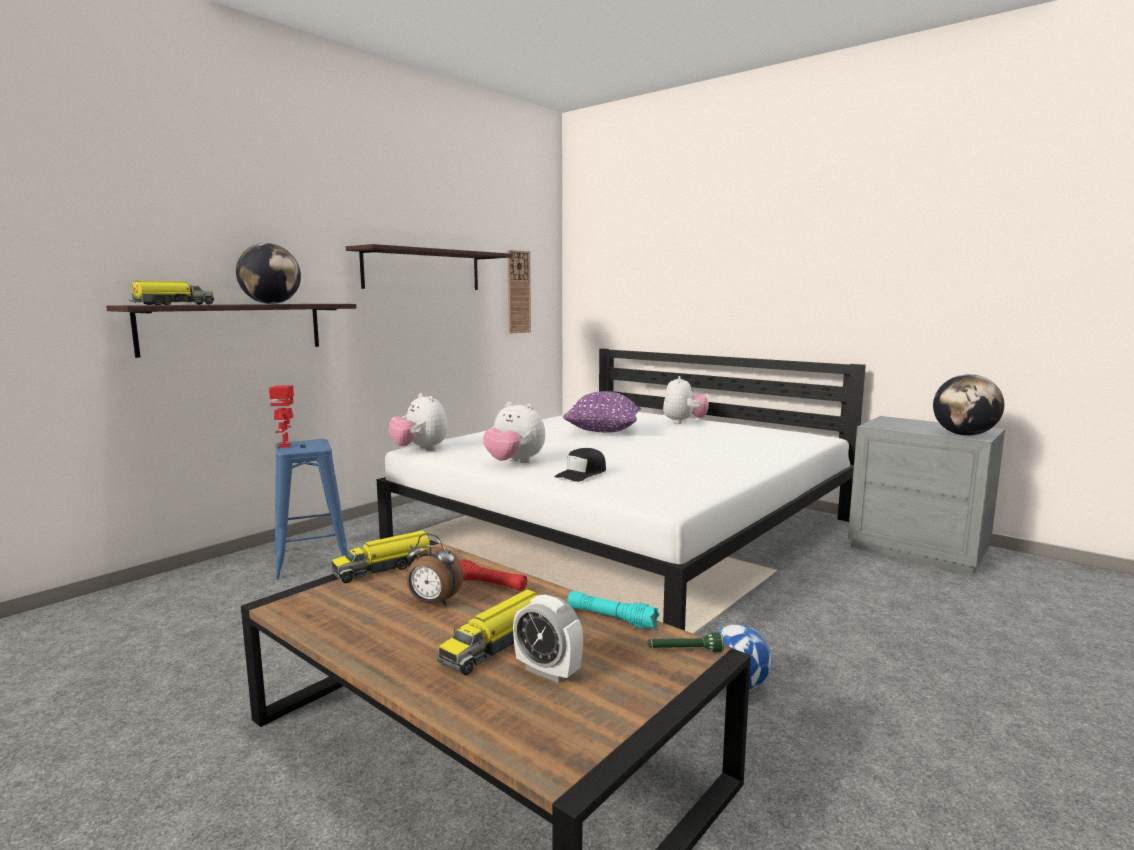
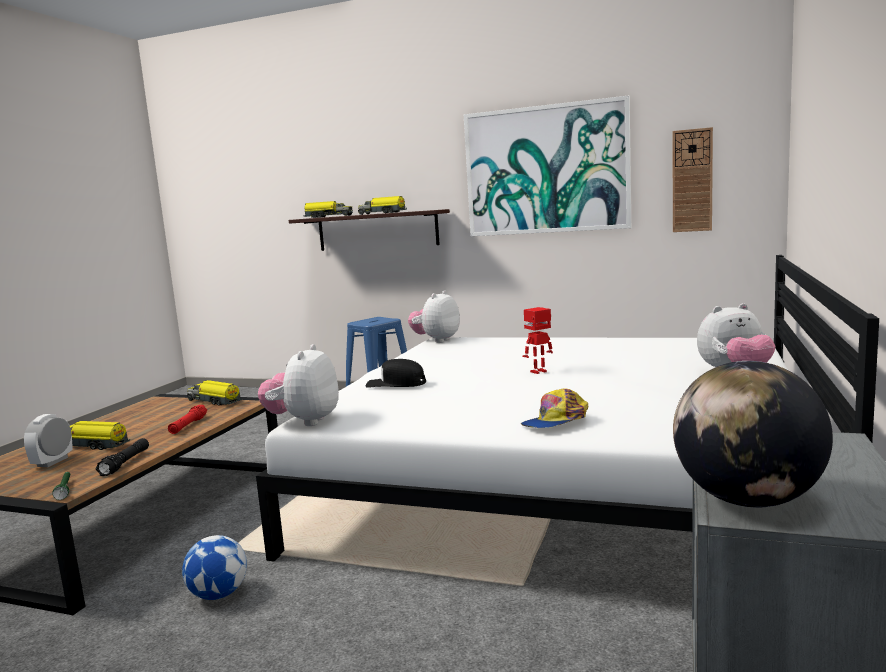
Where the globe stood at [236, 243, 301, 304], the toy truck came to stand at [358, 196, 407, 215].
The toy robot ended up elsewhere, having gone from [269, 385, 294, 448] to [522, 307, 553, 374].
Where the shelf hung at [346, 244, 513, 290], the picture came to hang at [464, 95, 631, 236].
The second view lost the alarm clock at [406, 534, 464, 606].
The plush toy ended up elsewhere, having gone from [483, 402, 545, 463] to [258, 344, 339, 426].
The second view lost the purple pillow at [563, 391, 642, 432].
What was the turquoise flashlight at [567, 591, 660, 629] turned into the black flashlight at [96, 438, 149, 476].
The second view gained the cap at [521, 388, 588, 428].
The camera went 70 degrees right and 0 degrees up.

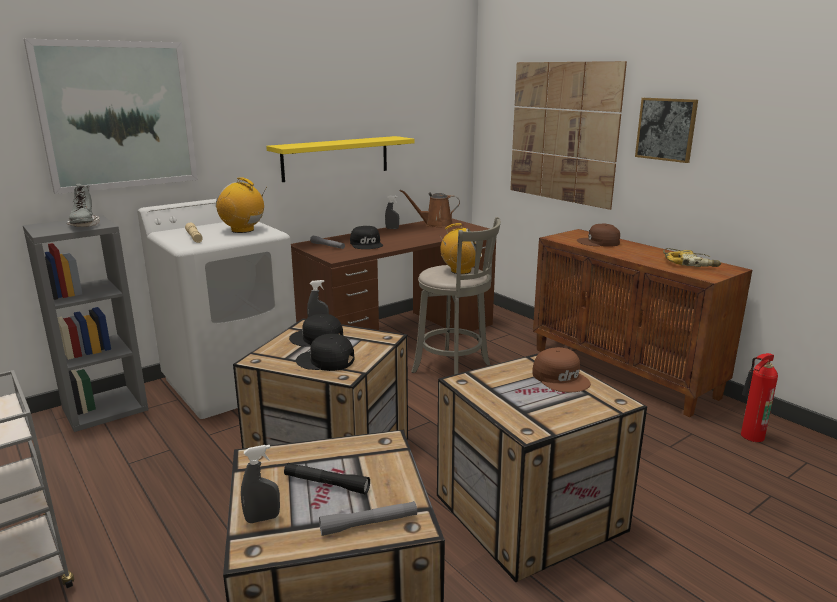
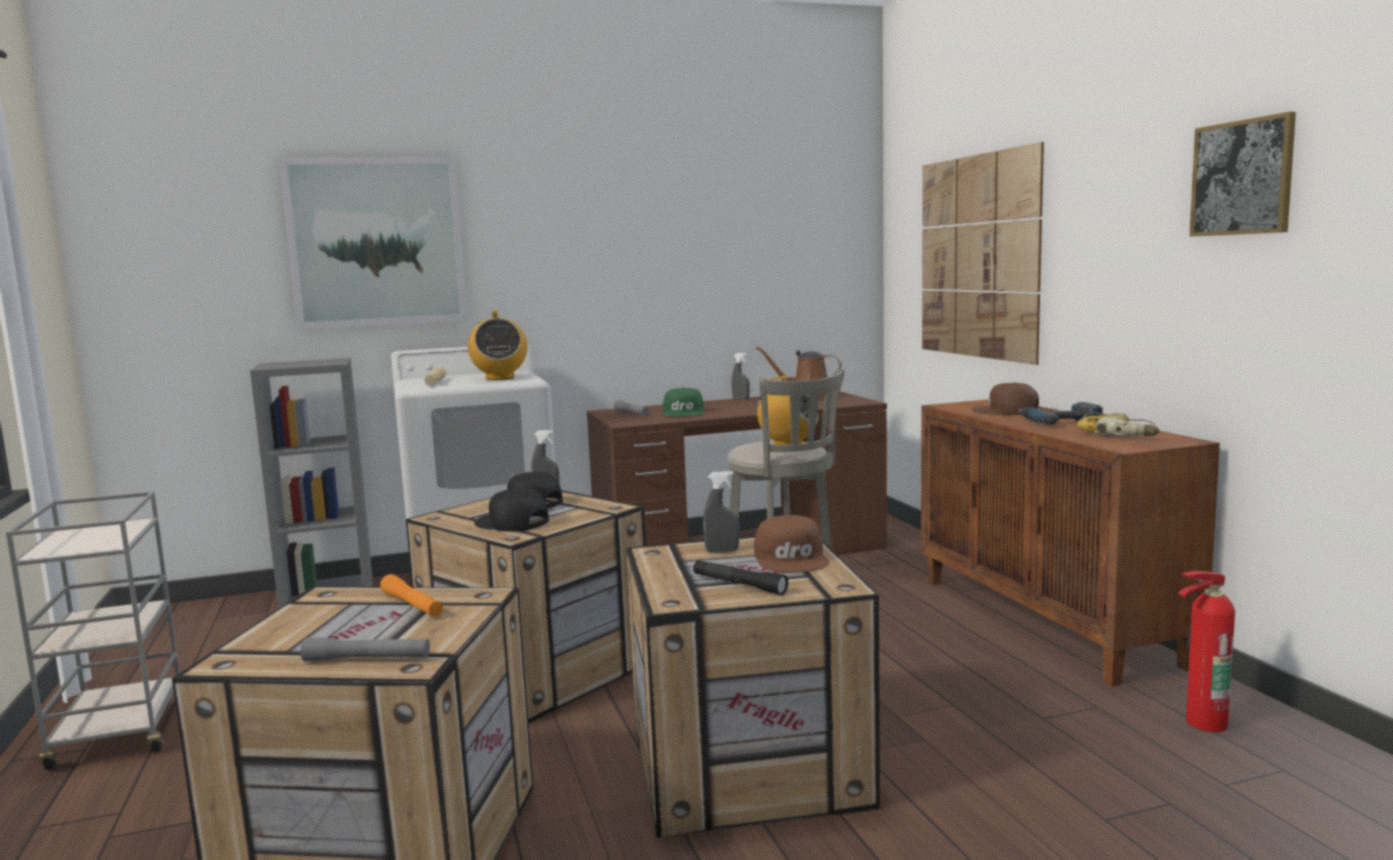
The second view lost the grey boot at [67, 184, 100, 227].
The radio at [216, 177, 265, 233] ended up facing another way, 150 degrees counterclockwise from before.
The grey spray bottle ended up elsewhere, having gone from [241, 445, 280, 523] to [703, 471, 740, 553].
The second view lost the yellow shelf at [266, 136, 415, 182].
The black flashlight ended up elsewhere, having gone from [284, 463, 370, 494] to [693, 560, 788, 595].
What was the black cap at [350, 226, 383, 249] turned into the green cap at [663, 387, 704, 416].
The picture ended up elsewhere, having gone from [635, 98, 698, 163] to [1190, 112, 1296, 237].
The second view gained the orange flashlight at [380, 574, 443, 617].
The second view gained the power drill at [1019, 402, 1103, 425].
The camera went 20 degrees right and 10 degrees down.

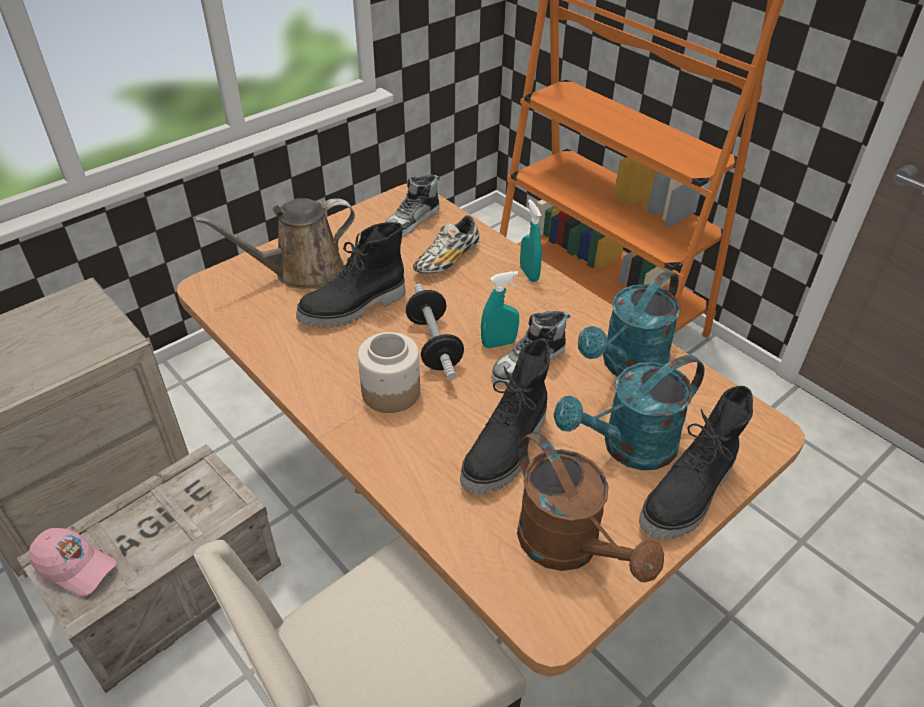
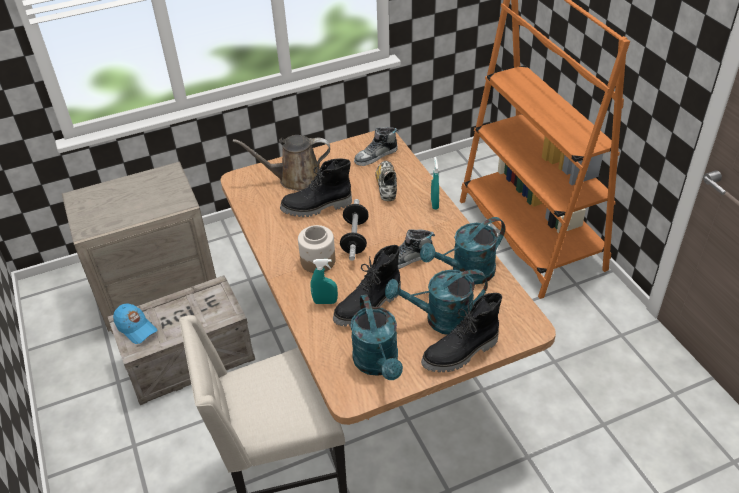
What was the pink cap at [29, 528, 116, 596] turned into the blue cap at [113, 303, 157, 344].
The shoe at [413, 216, 480, 274] ended up facing another way, 120 degrees clockwise from before.
The turquoise spray bottle ended up elsewhere, having gone from [481, 271, 519, 348] to [310, 259, 338, 304].
What was the brown watering can at [517, 432, 664, 583] turned into the turquoise watering can at [350, 294, 403, 380].
The camera went 20 degrees right and 0 degrees up.

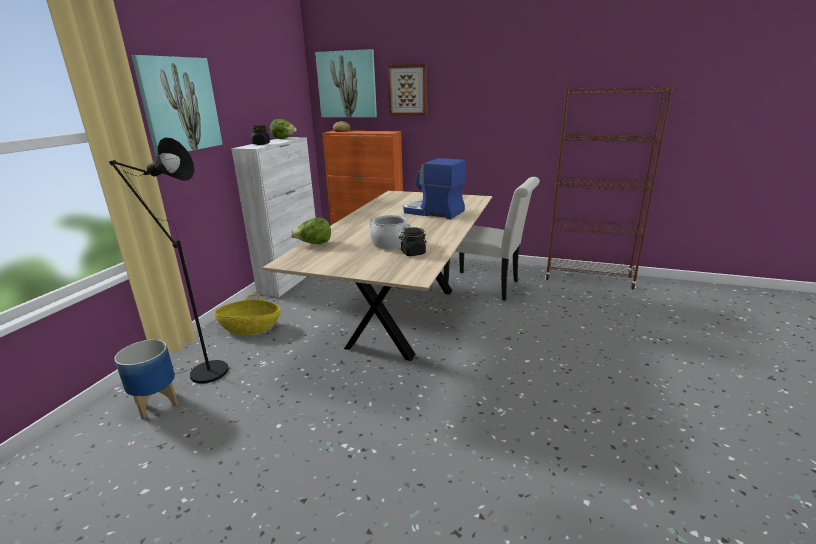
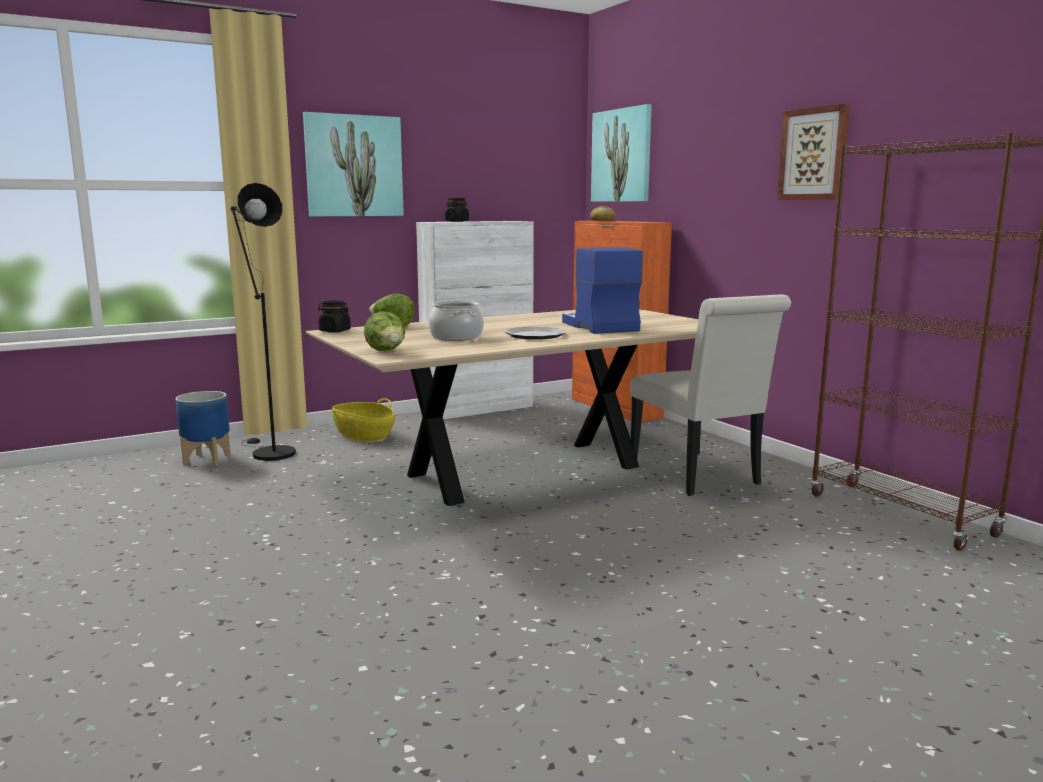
The lettuce ended up elsewhere, having gone from [270, 119, 297, 139] to [364, 311, 405, 351].
The picture ended up elsewhere, having gone from [387, 64, 427, 116] to [777, 104, 850, 200].
The black jar ended up elsewhere, having gone from [399, 227, 427, 256] to [318, 300, 351, 333].
The second view gained the plate at [505, 326, 566, 340].
The camera went 40 degrees right and 10 degrees down.

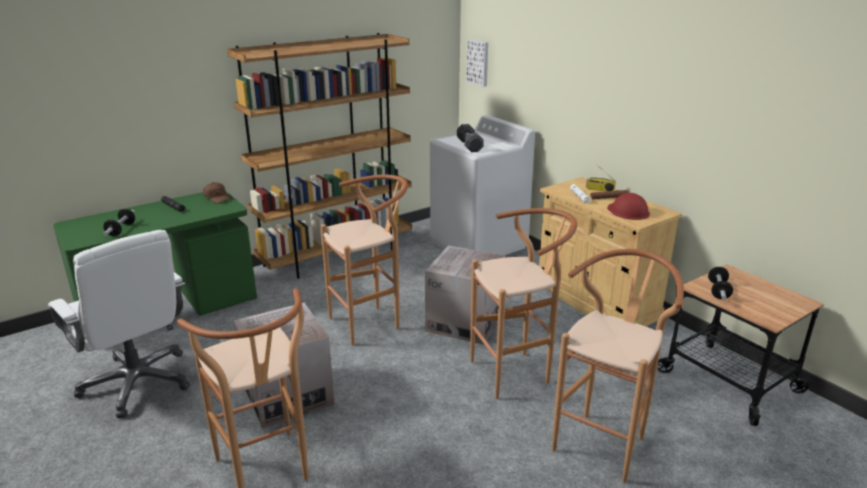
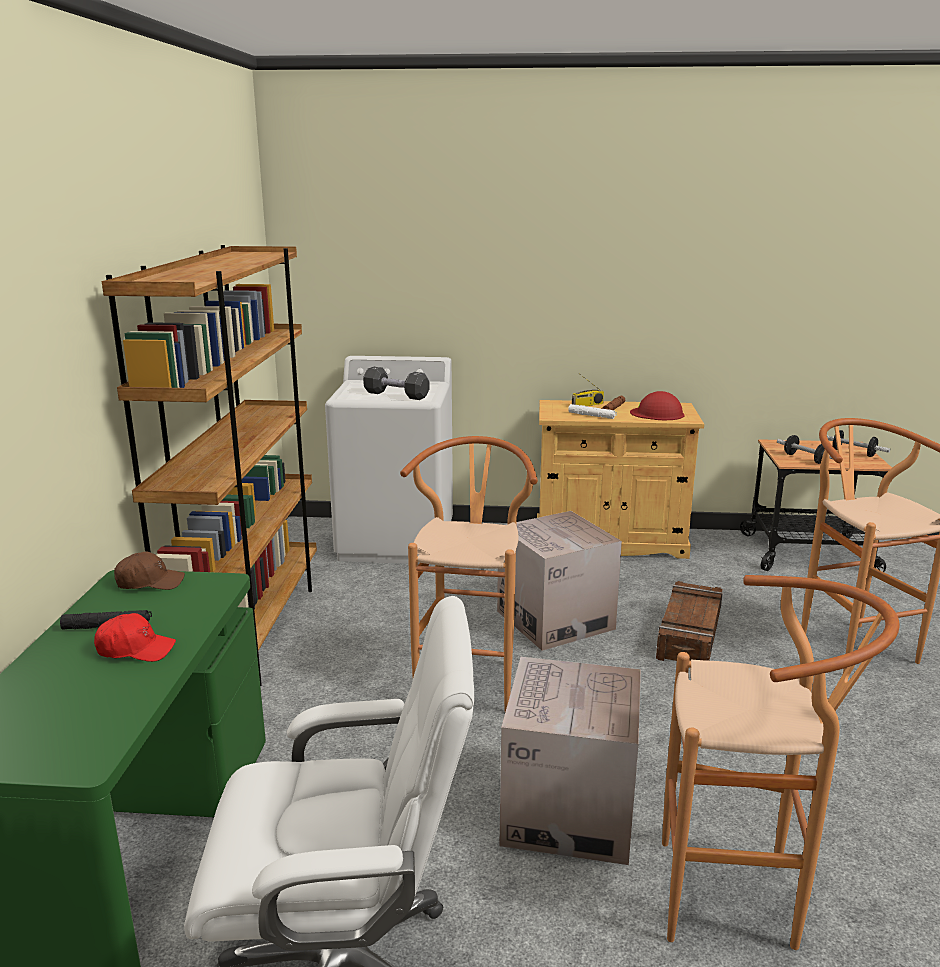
The dumbbell ended up elsewhere, having gone from [103, 209, 135, 236] to [827, 430, 890, 457].
The second view lost the picture at [466, 39, 488, 87].
Where the brown stool stood at [470, 208, 577, 399], the crate came to stand at [656, 581, 723, 661].
The second view gained the red cap at [94, 613, 176, 662].
The camera went 50 degrees left and 5 degrees down.

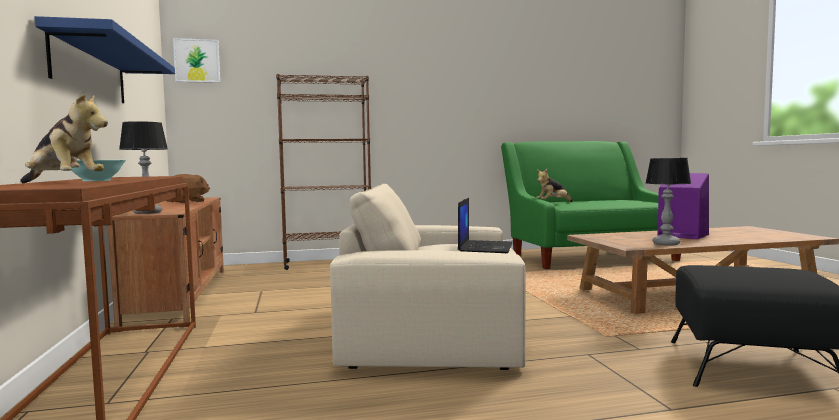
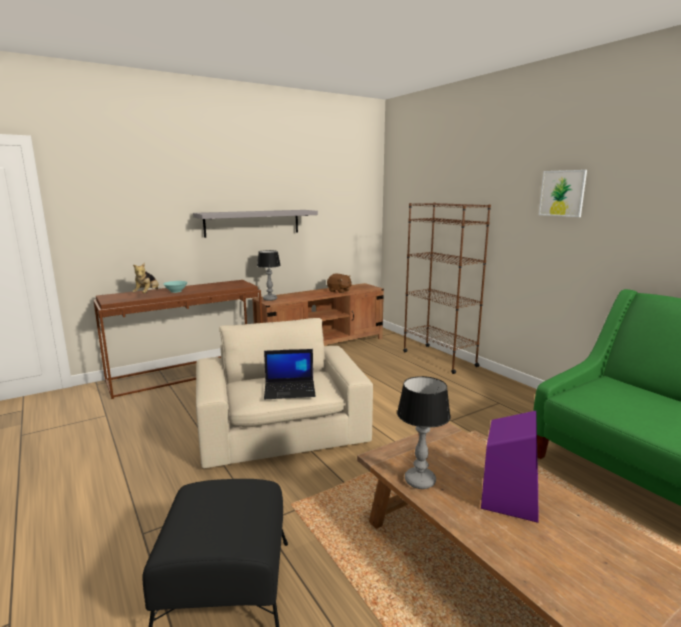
What was the blue shelf at [35, 16, 175, 103] turned into the grey shelf at [193, 210, 318, 238].
The picture ended up elsewhere, having gone from [173, 38, 220, 83] to [539, 170, 587, 217].
The second view lost the plush toy at [536, 169, 573, 202].
The camera went 70 degrees right and 10 degrees up.

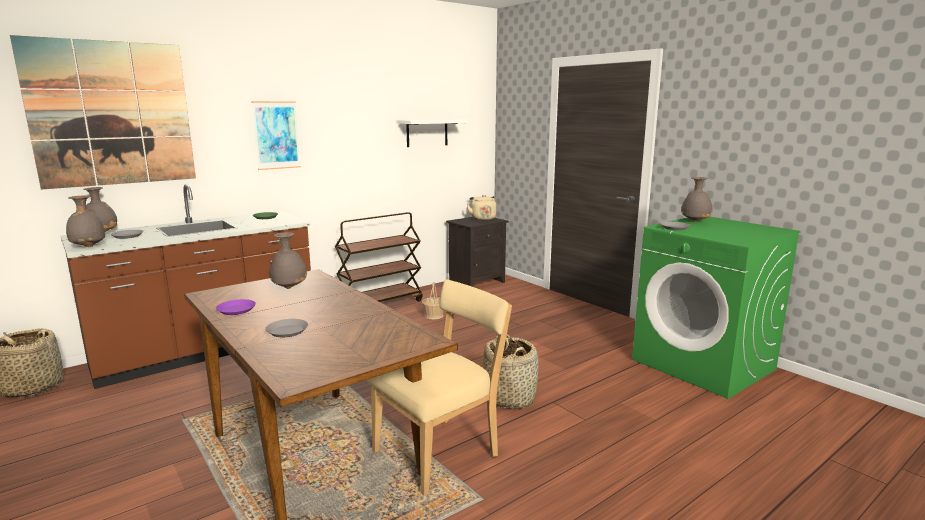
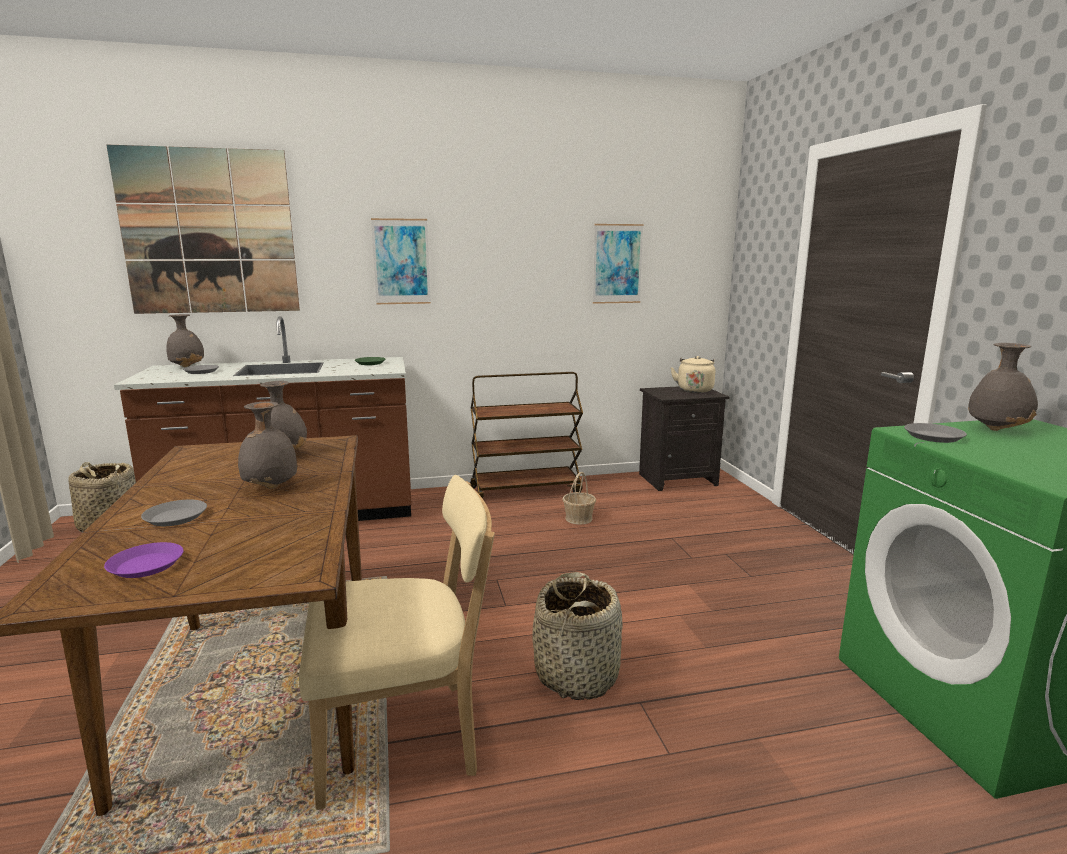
The grey vase ended up elsewhere, having gone from [66, 195, 105, 247] to [238, 401, 298, 489].
The purple plate ended up elsewhere, having gone from [216, 299, 256, 315] to [104, 542, 184, 578].
Where the white shelf hung at [398, 119, 468, 147], the picture came to hang at [593, 224, 644, 304].
The camera went 25 degrees right and 0 degrees up.

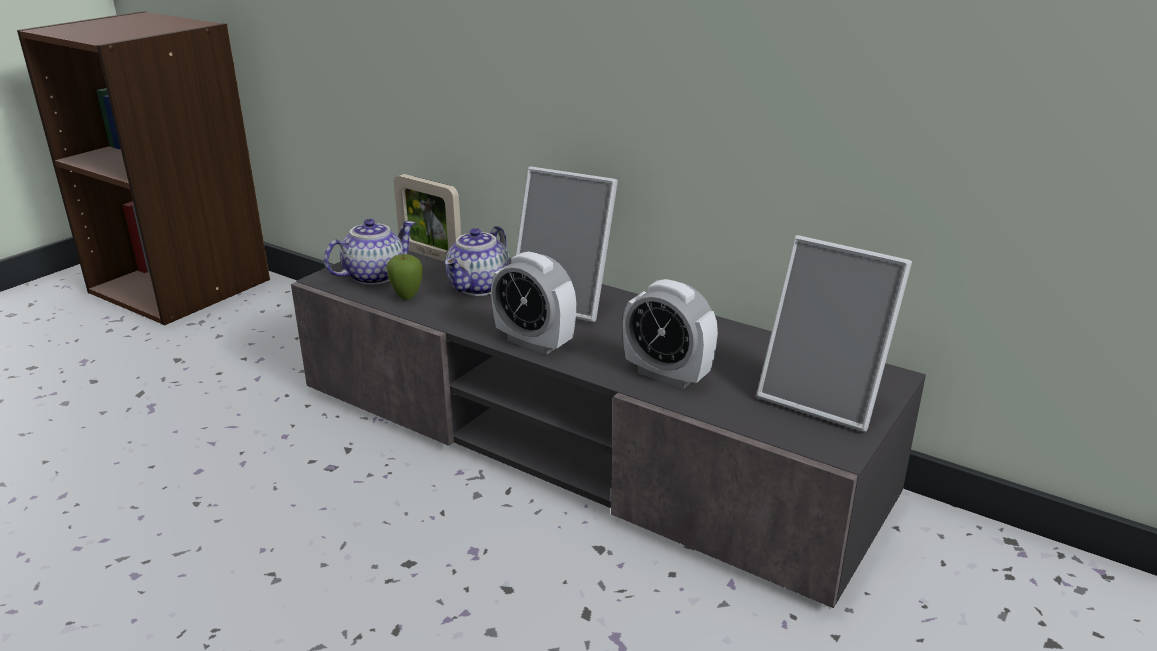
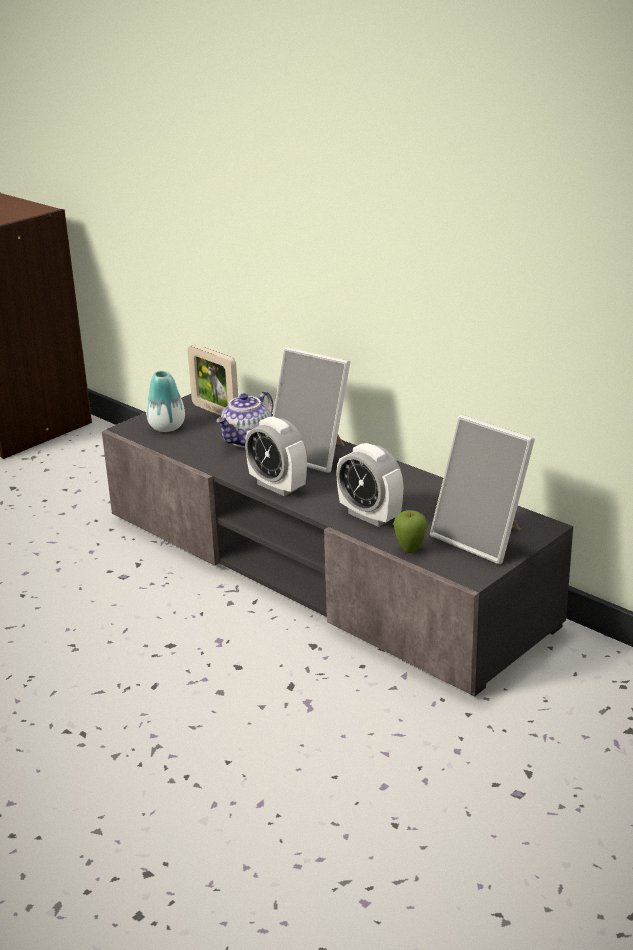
Where the teapot stood at [324, 219, 415, 285], the vase came to stand at [146, 371, 185, 432].
The apple ended up elsewhere, having gone from [386, 254, 423, 300] to [393, 510, 428, 553].
The camera went 10 degrees right and 0 degrees up.

